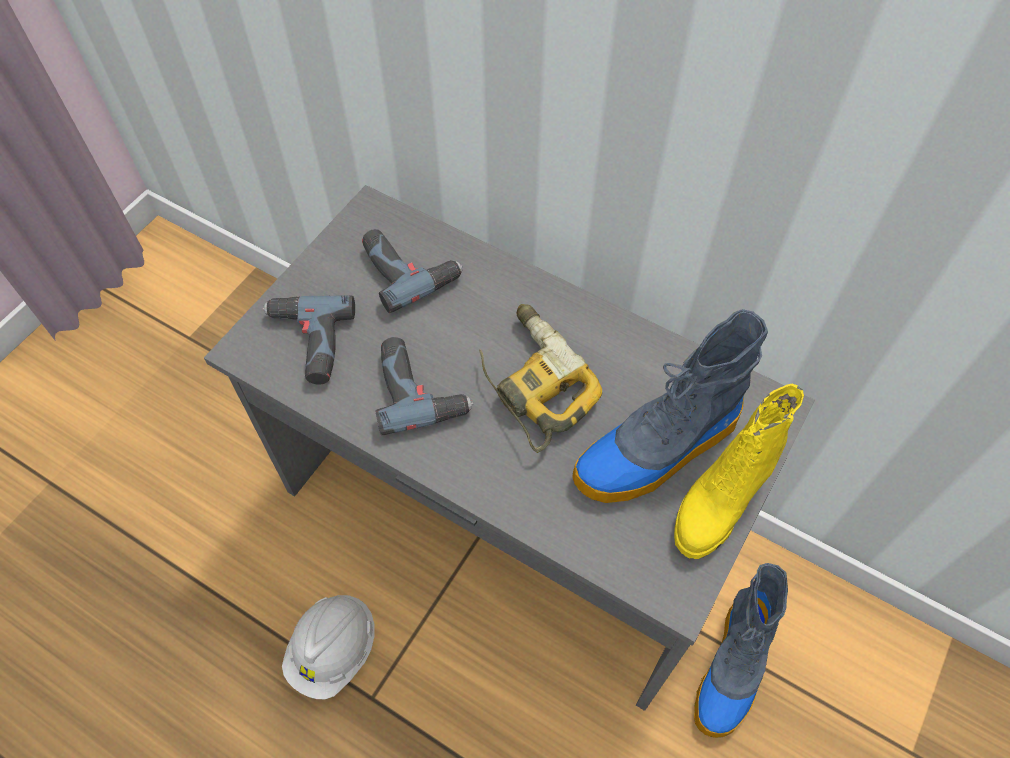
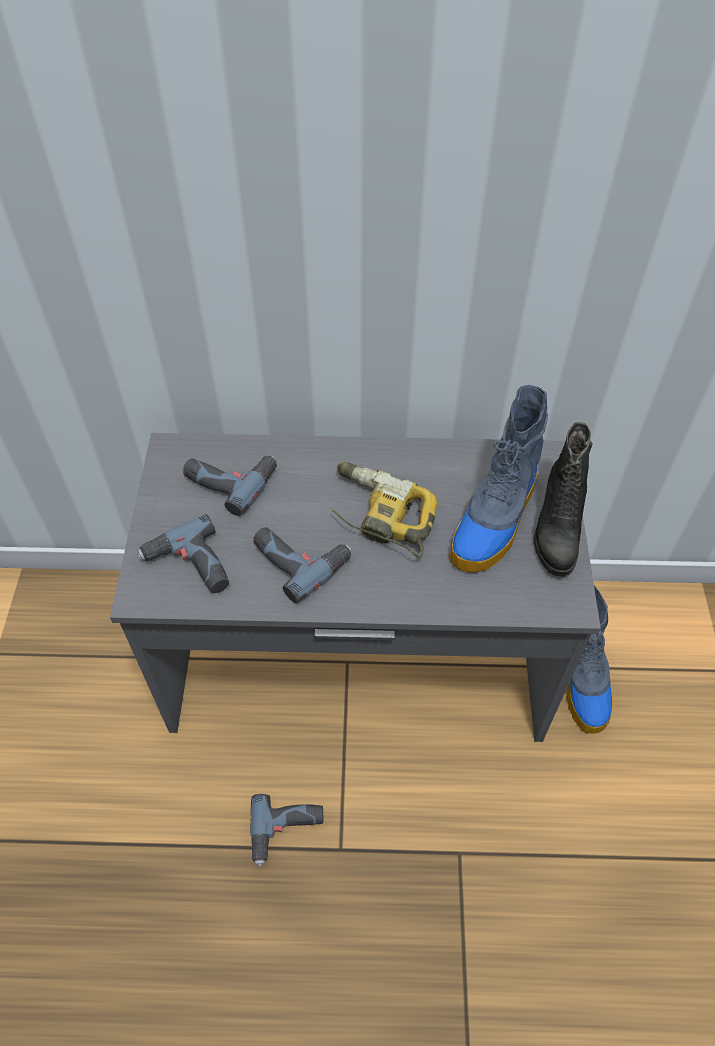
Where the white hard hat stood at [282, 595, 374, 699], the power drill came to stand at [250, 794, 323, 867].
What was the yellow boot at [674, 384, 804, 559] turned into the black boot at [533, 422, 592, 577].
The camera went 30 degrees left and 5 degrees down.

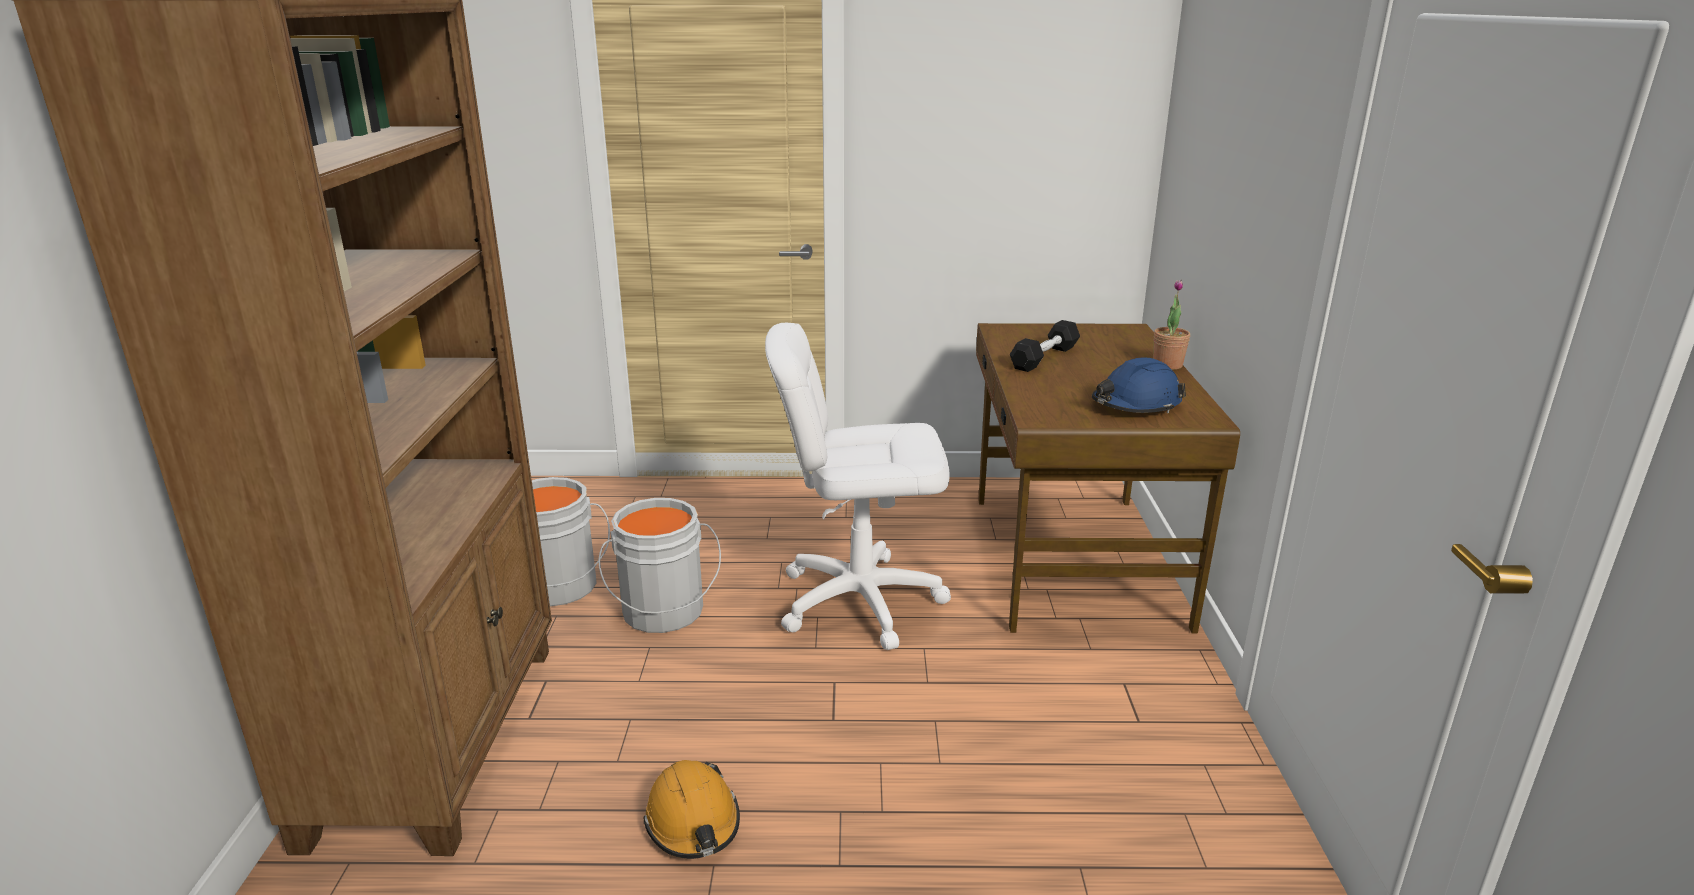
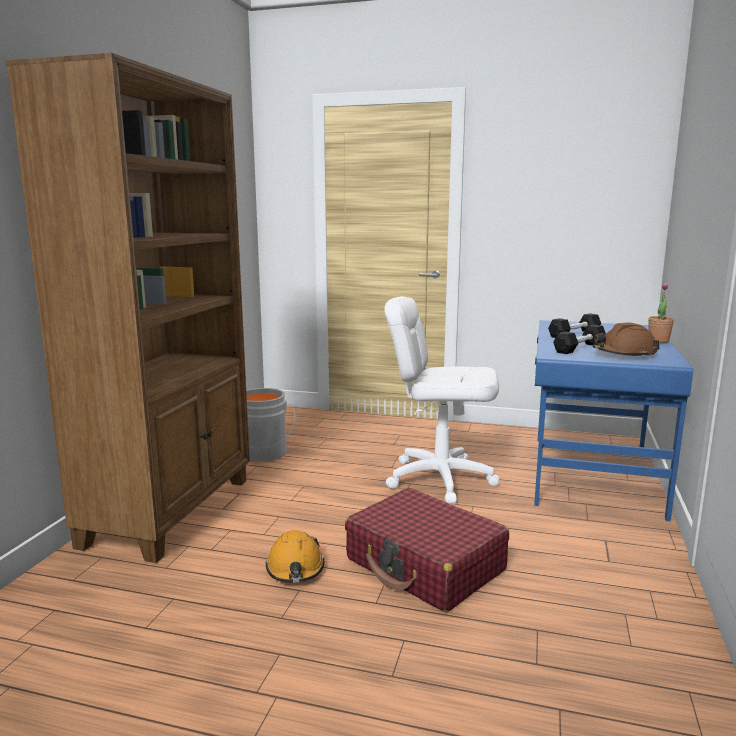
The second view lost the grey bucket at [598, 498, 721, 633].
What was the brown desk at [976, 323, 1240, 634] turned into the blue desk at [534, 320, 693, 522].
What was the blue hard hat at [1092, 358, 1186, 413] turned into the brown hard hat at [593, 322, 660, 358].
The second view gained the red suitcase at [345, 488, 509, 612].
The second view gained the black dumbbell at [553, 324, 606, 354].
The camera went 15 degrees right and 10 degrees down.

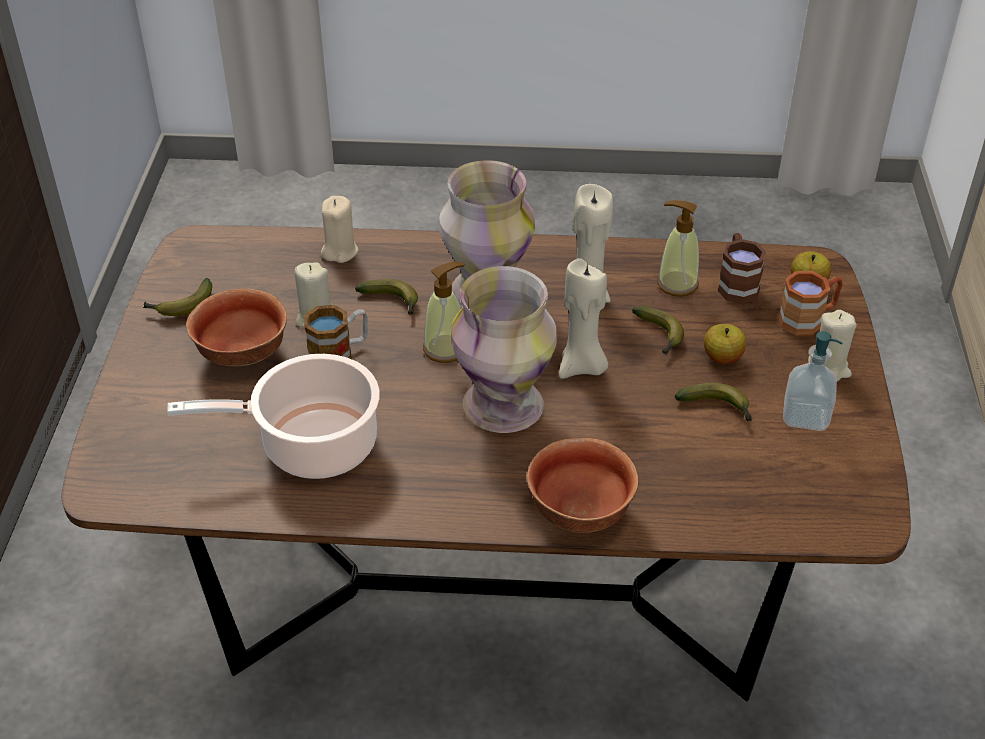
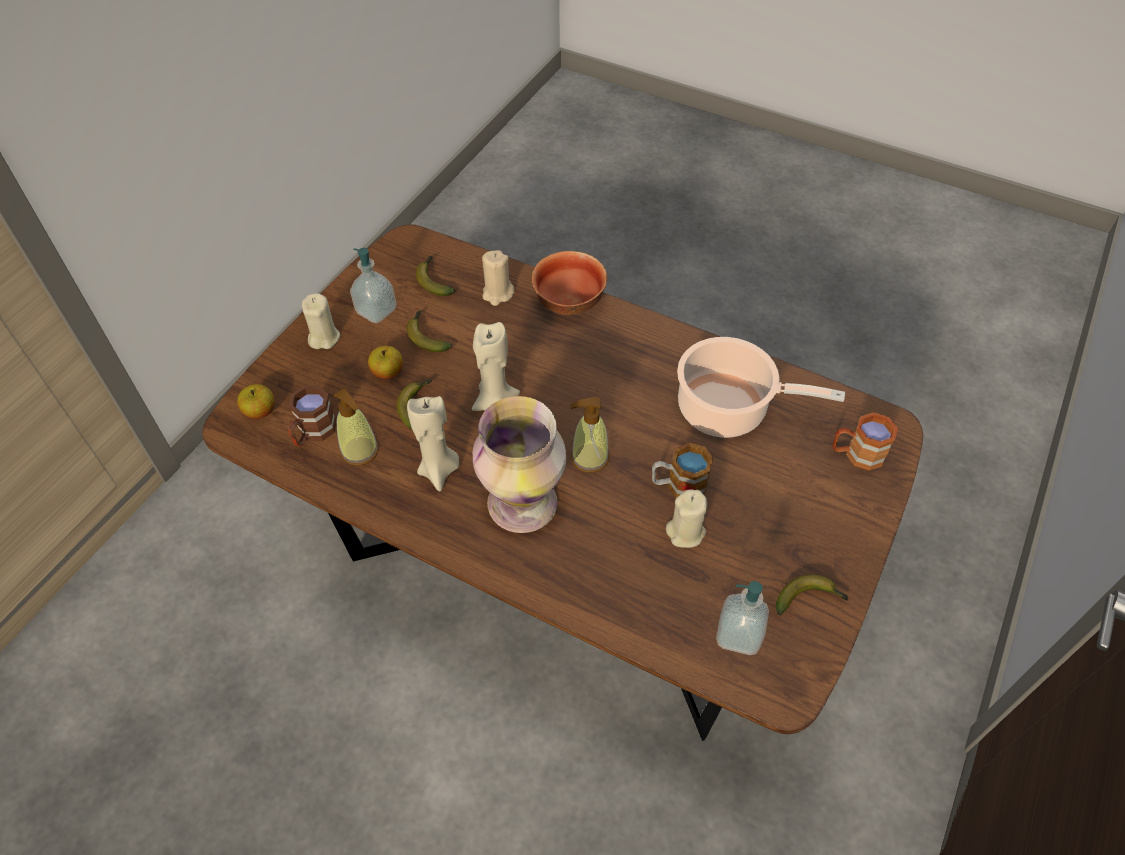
The second view lost the bowl at [186, 289, 287, 366].
The beige candle ended up elsewhere, having gone from [321, 196, 359, 263] to [482, 250, 514, 306].
The banana ended up elsewhere, having gone from [355, 279, 418, 315] to [416, 256, 455, 296].
The second view lost the vase at [451, 266, 557, 433].
The brown mug ended up elsewhere, having gone from [778, 271, 842, 336] to [832, 412, 898, 471].
The second view gained the soap dispenser at [716, 581, 769, 655].
The camera went 155 degrees left and 10 degrees up.

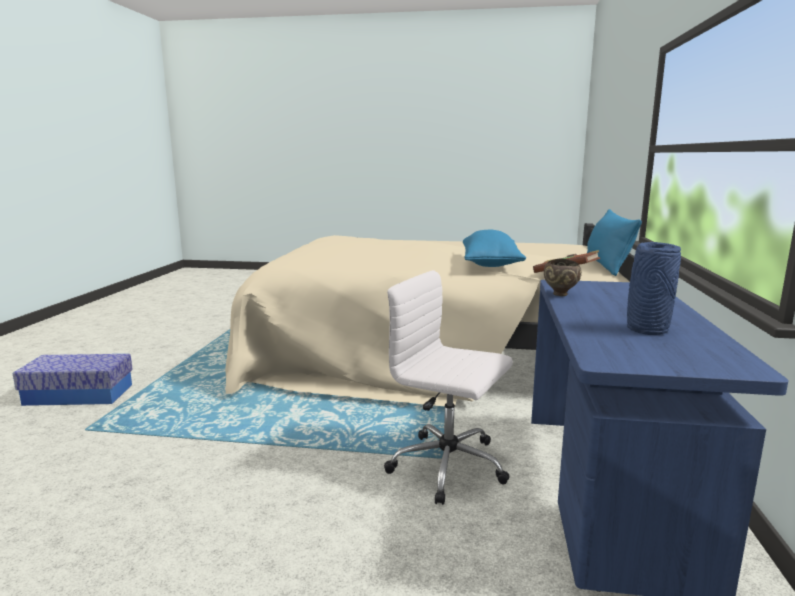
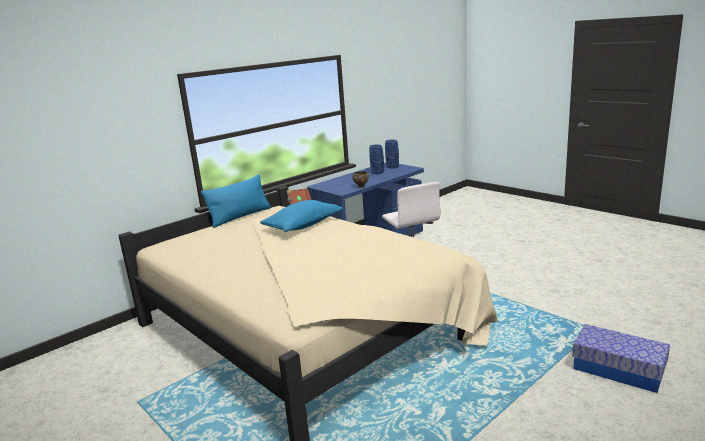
The second view gained the blue vase at [385, 140, 399, 168].
The camera went 140 degrees left and 5 degrees up.

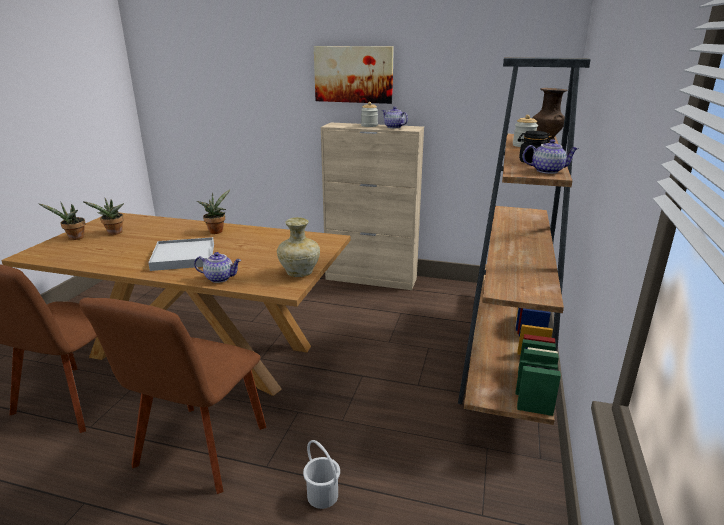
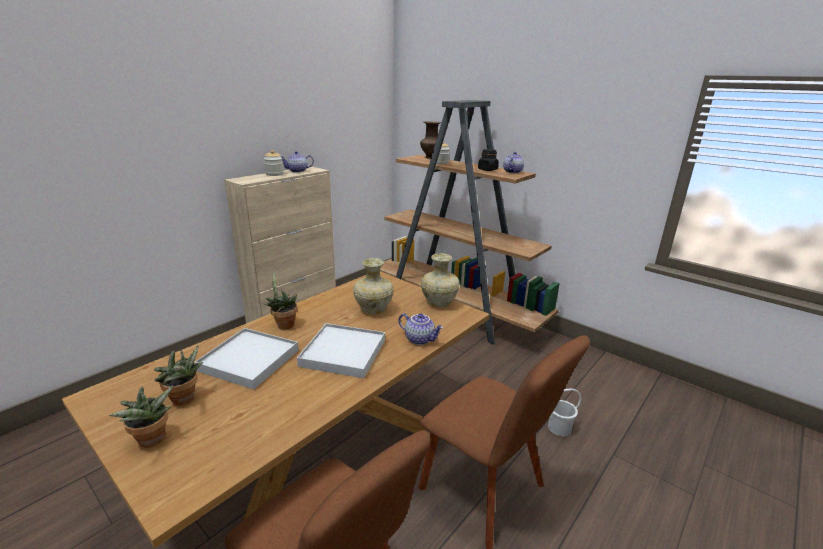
The teapot at [194, 252, 241, 283] ended up facing another way, 90 degrees clockwise from before.
The second view lost the picture at [314, 46, 394, 104].
The second view gained the white tray at [194, 328, 299, 390].
The second view gained the beige vase at [353, 258, 394, 314].
The camera went 65 degrees left and 0 degrees up.

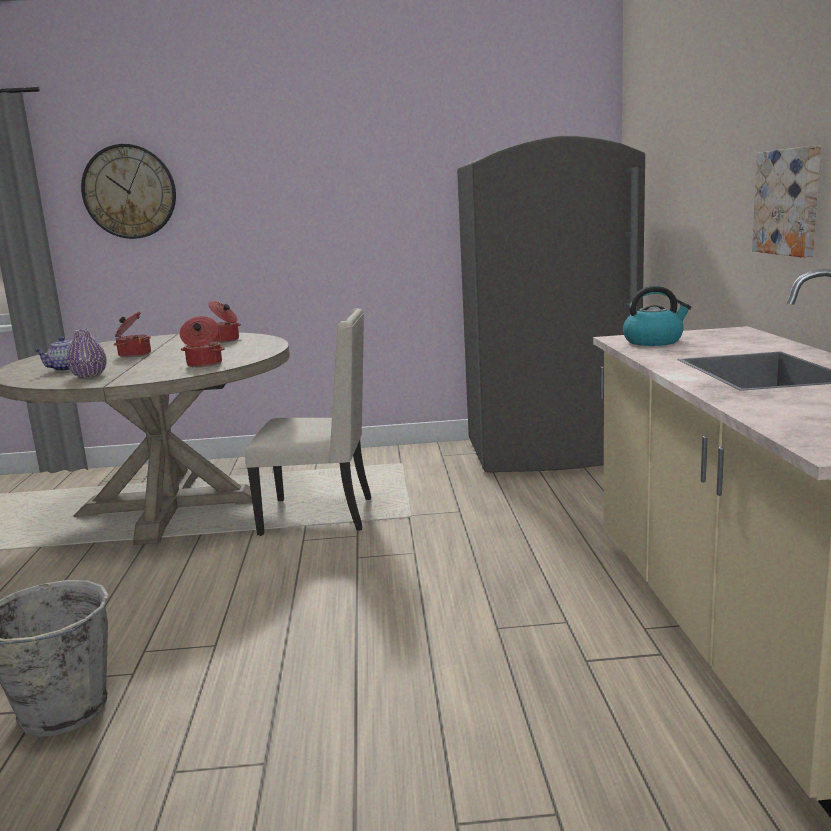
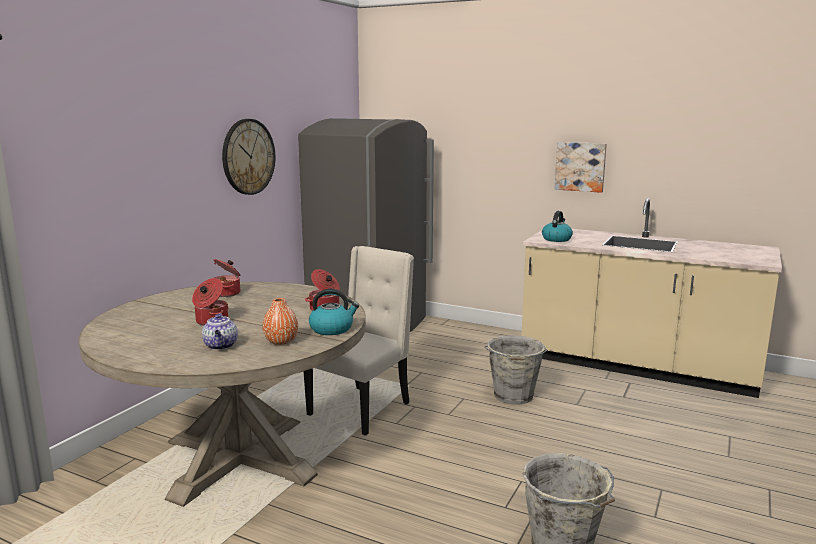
What was the purple vase at [66, 329, 107, 378] turned into the orange vase at [262, 298, 298, 345].
The wall clock ended up elsewhere, having gone from [81, 144, 176, 239] to [222, 119, 275, 195].
The second view gained the kettle at [309, 289, 359, 335].
The second view gained the grey bucket at [484, 335, 547, 404].
The camera went 60 degrees left and 0 degrees up.

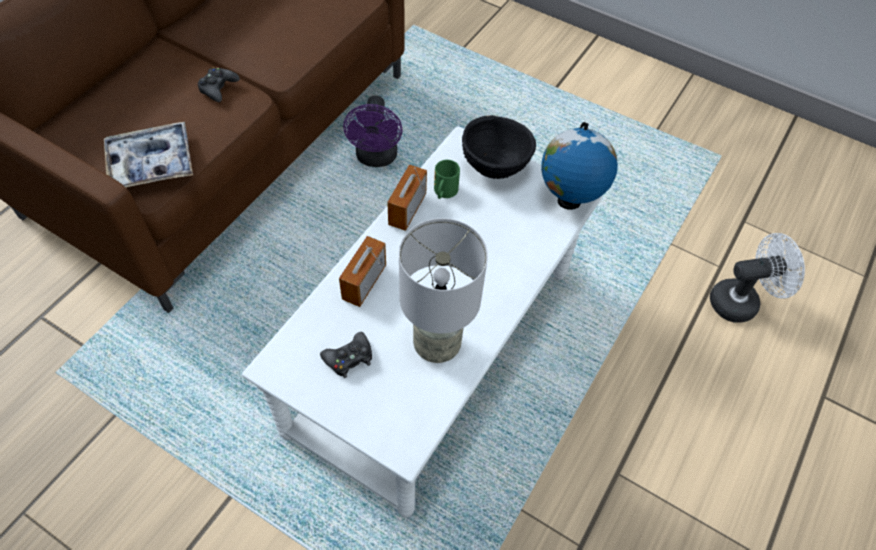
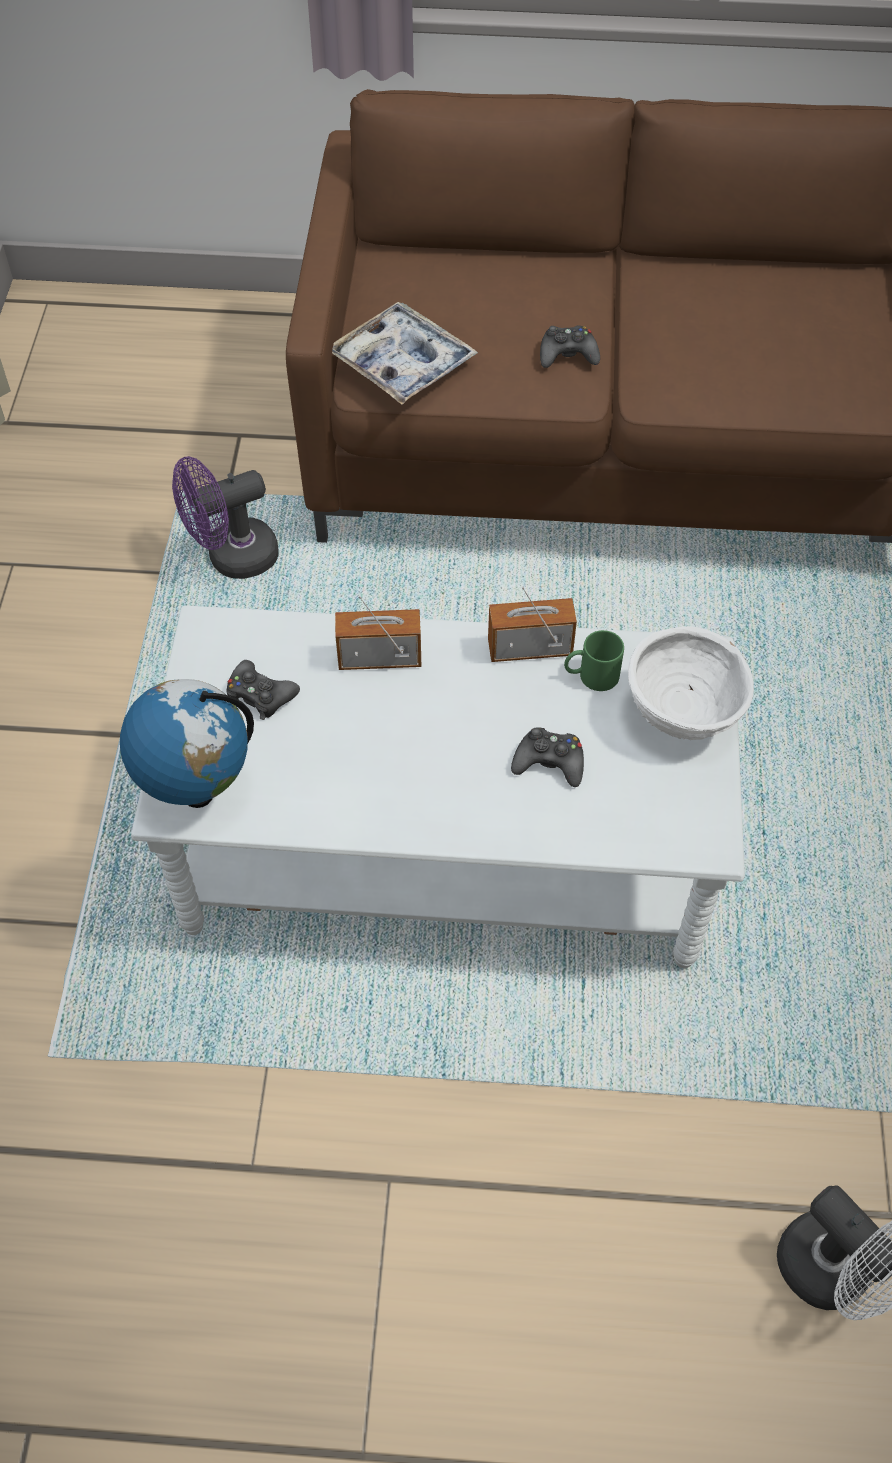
The purple fan ended up elsewhere, having gone from [343, 95, 403, 167] to [172, 456, 279, 579].
The second view lost the grey table lamp at [399, 218, 488, 363].
What was the black bowl at [462, 115, 536, 179] turned into the white bowl at [628, 626, 754, 740].
The globe ended up elsewhere, having gone from [541, 122, 618, 210] to [120, 679, 254, 808].
The second view gained the black game controller at [511, 727, 584, 787].
The camera went 65 degrees right and 0 degrees up.

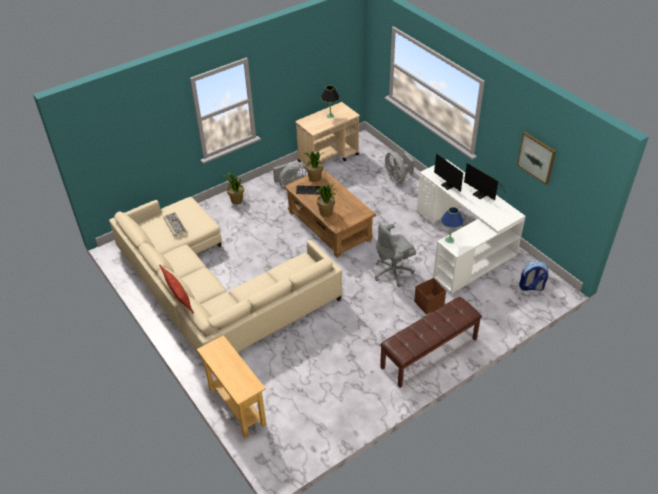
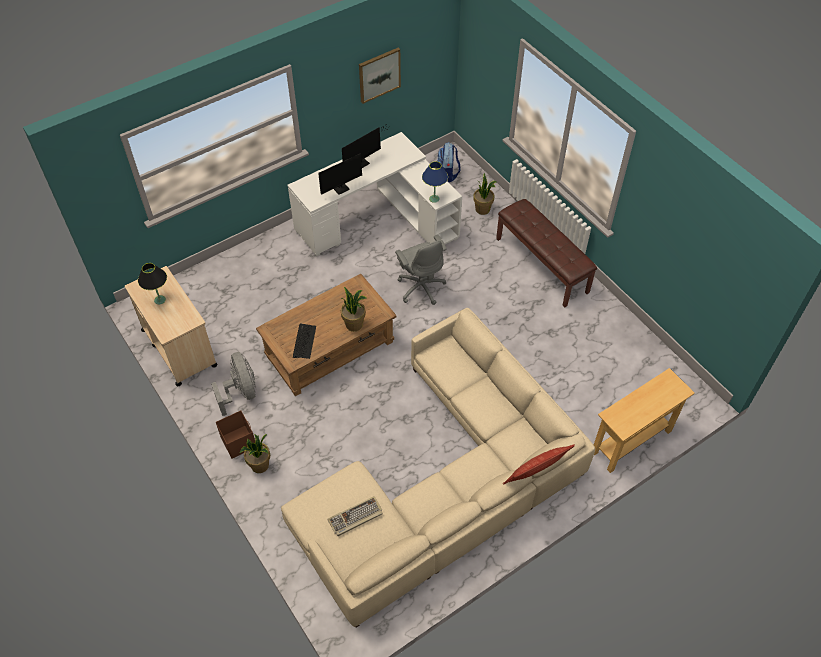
The potted plant ended up elsewhere, having gone from [303, 151, 325, 182] to [473, 173, 497, 215].
The second view lost the grey fan at [385, 151, 414, 184].
The brown storage box ended up elsewhere, having gone from [414, 278, 446, 315] to [216, 411, 255, 459].
The camera went 90 degrees left and 10 degrees up.

